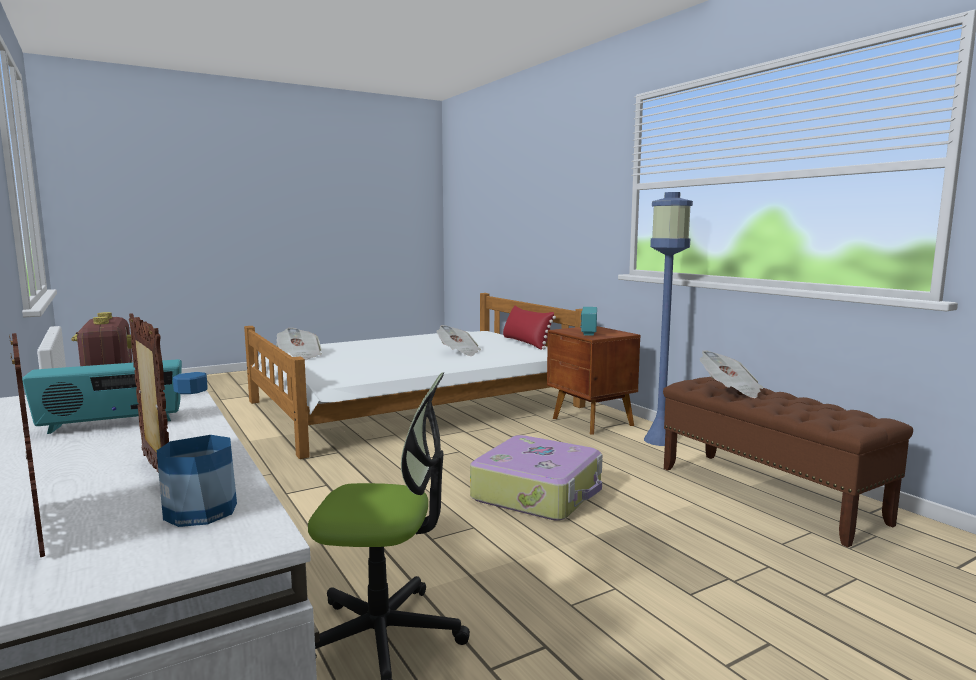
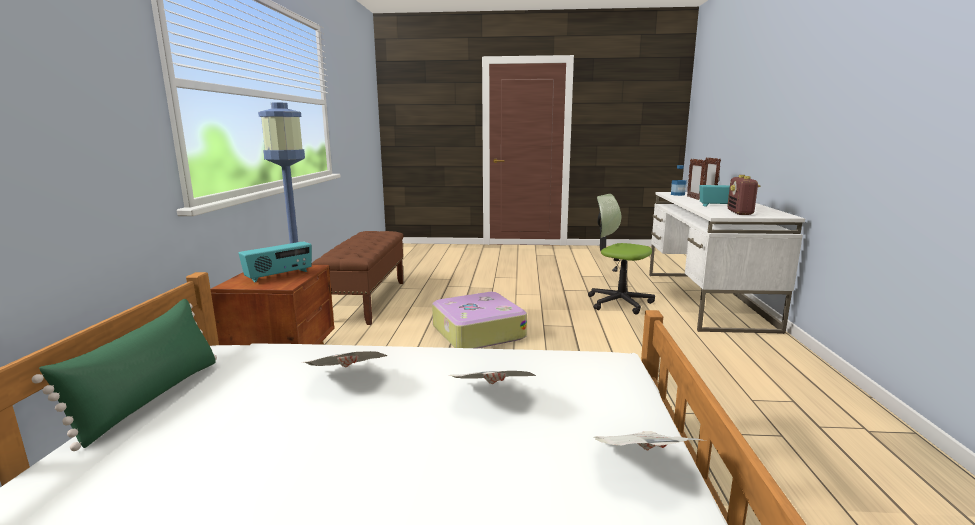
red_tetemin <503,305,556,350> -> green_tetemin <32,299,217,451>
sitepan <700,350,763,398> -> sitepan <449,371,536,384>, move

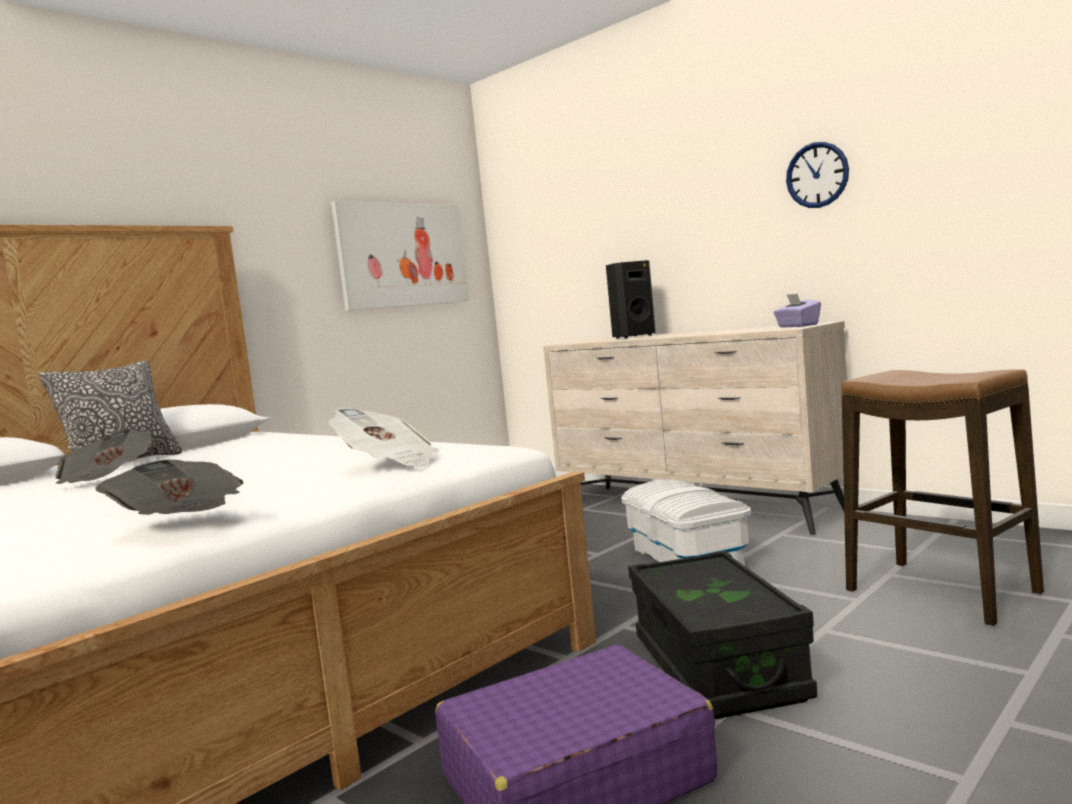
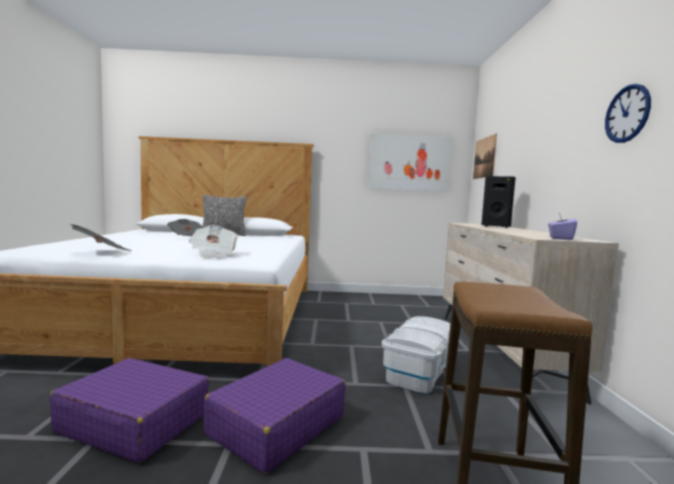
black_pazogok <628,551,817,719> -> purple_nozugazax <204,358,345,474>
none -> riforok <473,134,497,179>

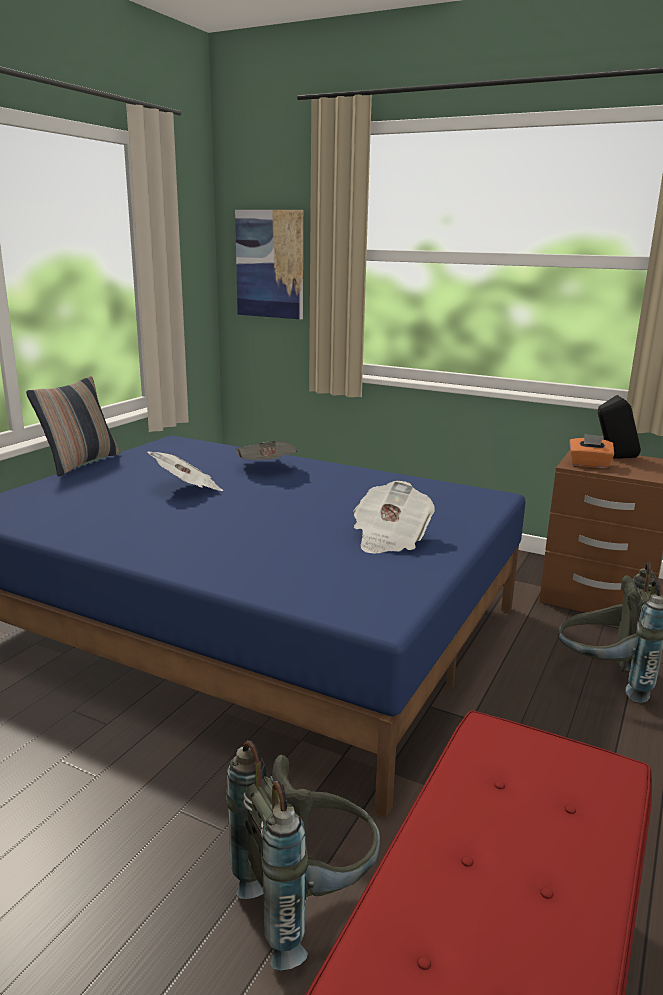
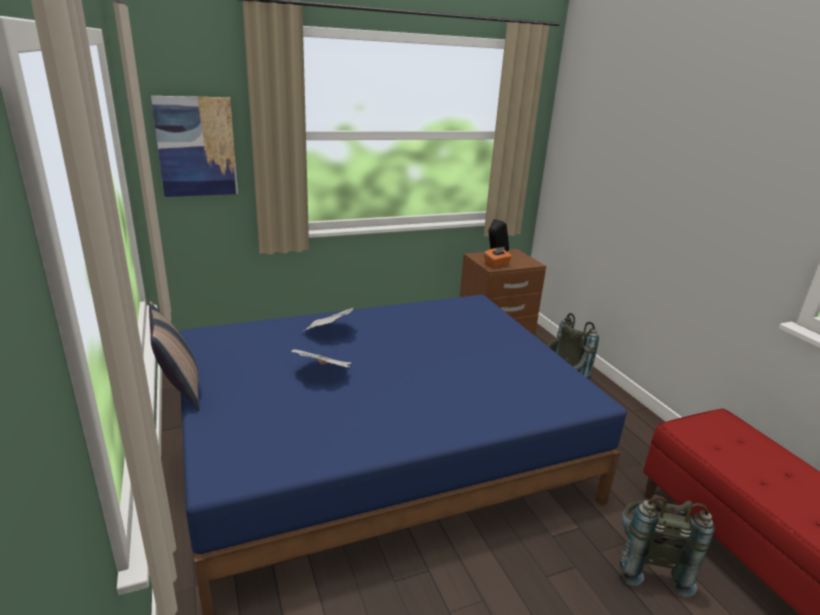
sitepan <353,481,435,553> -> none

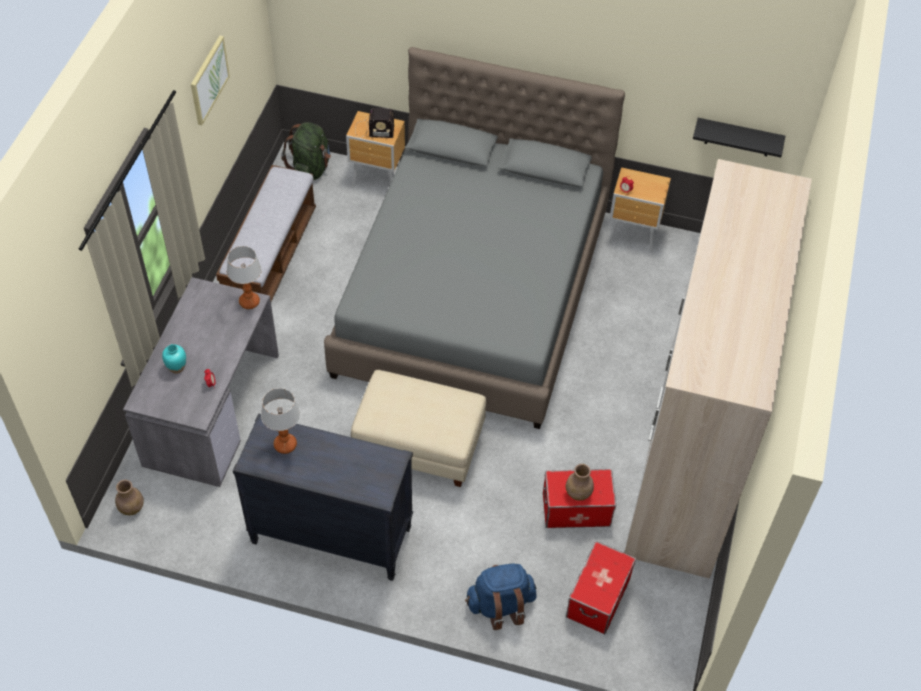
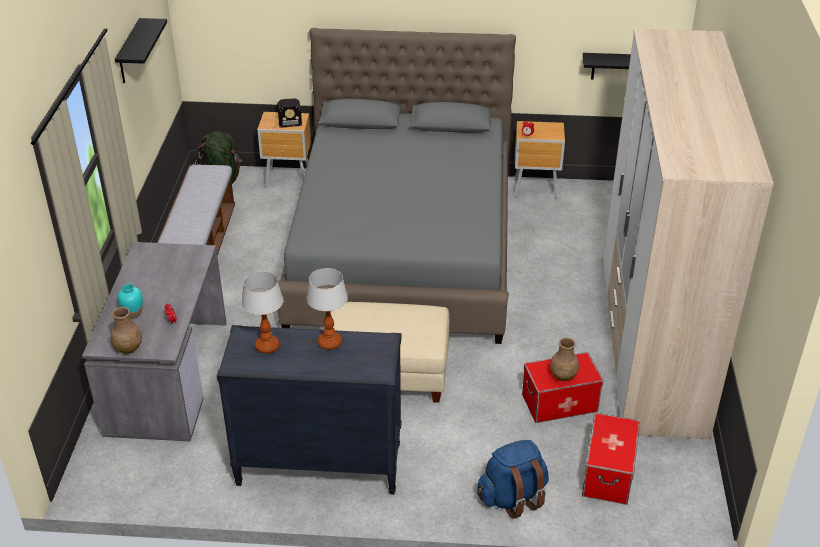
riforok <191,35,230,125> -> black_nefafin <115,18,167,83>
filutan <227,246,262,309> -> filutan <307,268,348,350>, move
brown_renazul <115,480,144,515> -> brown_renazul <110,307,142,354>, move

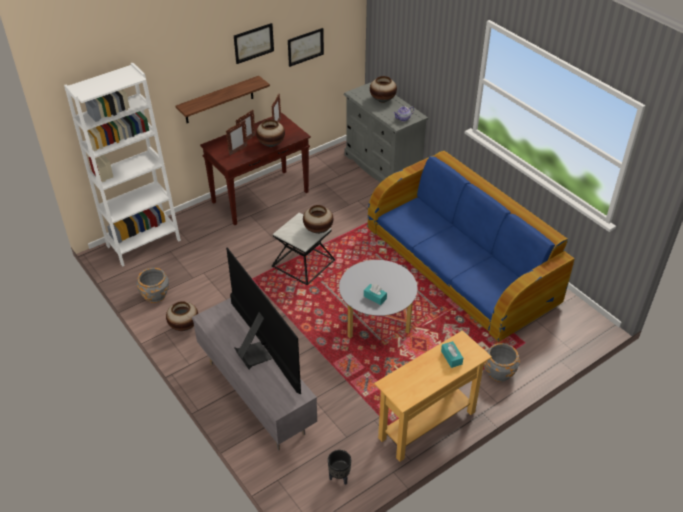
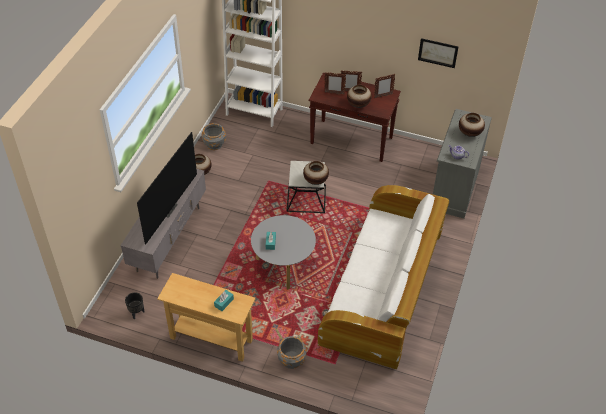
riforok <234,23,274,64> -> none
nefafin <175,76,270,123> -> none
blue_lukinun <368,151,575,342> -> white_lukinun <318,185,449,369>

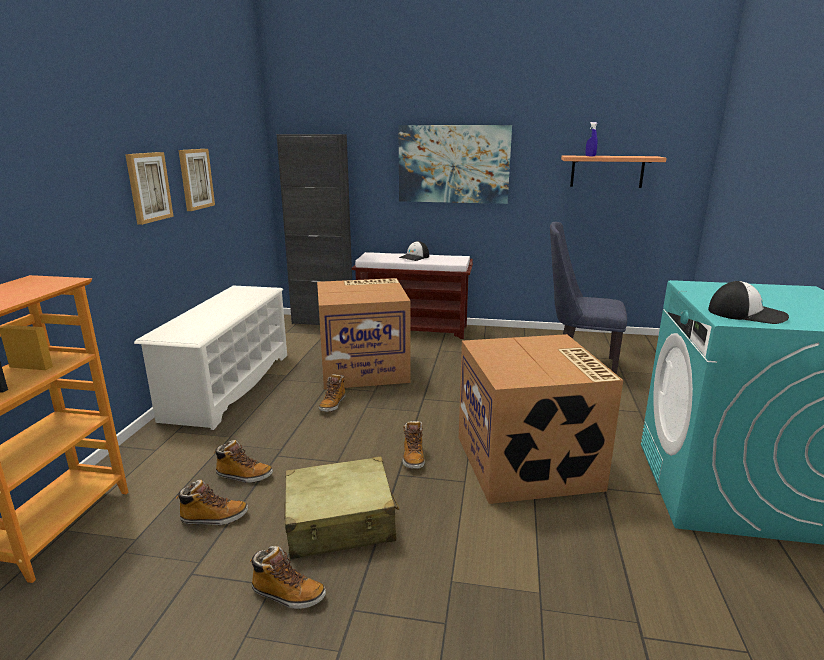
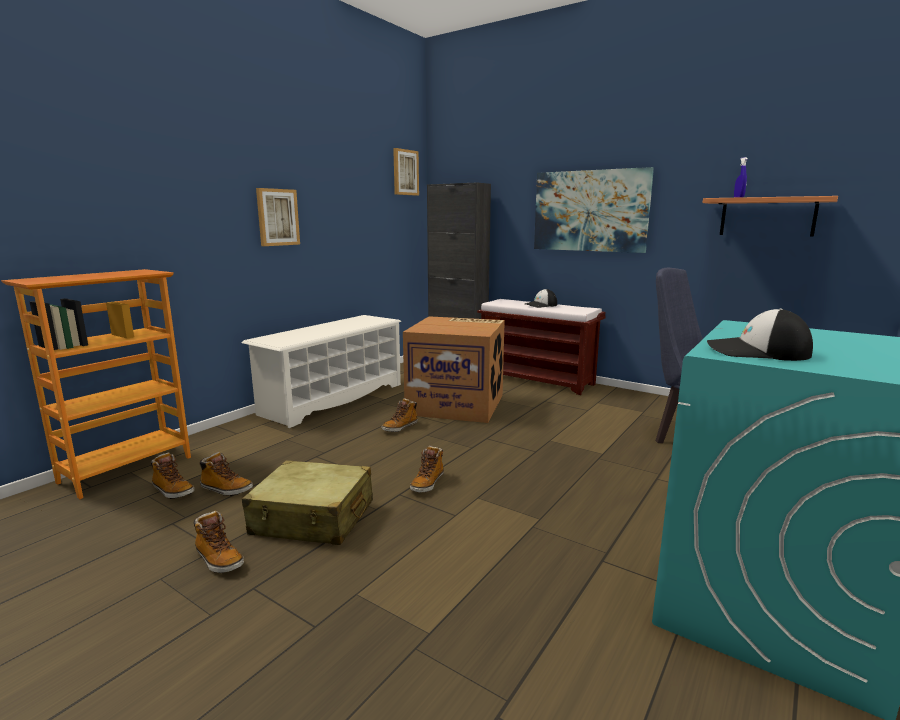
riforok <179,149,215,211> -> riforok <393,148,419,196>, move
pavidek <708,281,789,324> -> pavidek <707,309,813,361>, 150 degrees clockwise
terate <459,334,623,504> -> none
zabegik <214,440,273,483> -> zabegik <151,453,194,499>, move

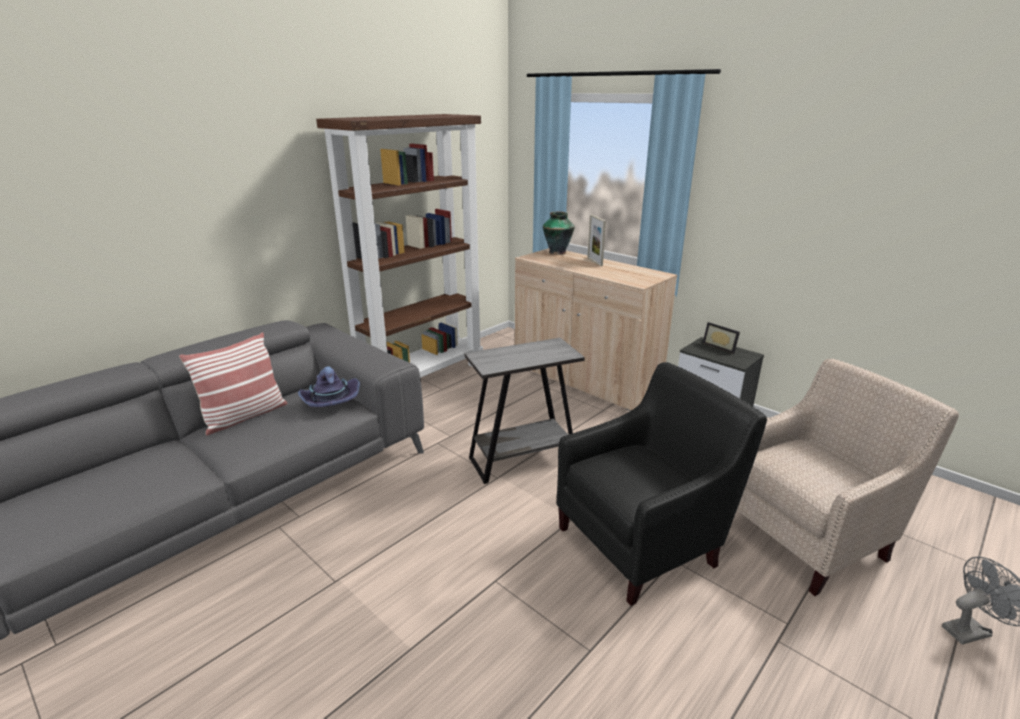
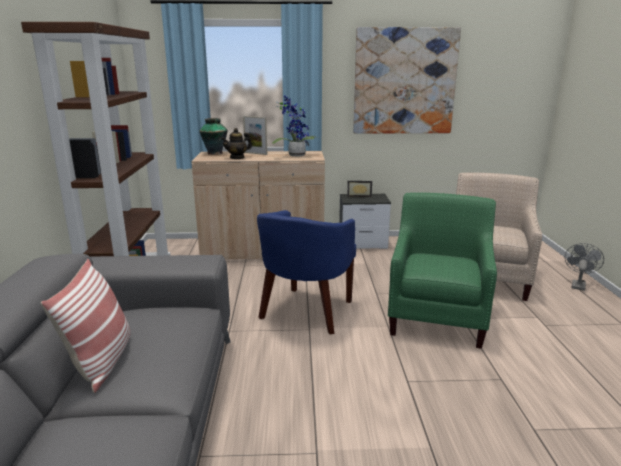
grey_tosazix <465,338,585,484> -> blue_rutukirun <257,210,356,335>
black_rutukirun <556,362,767,606> -> green_rutukirun <388,192,497,349>
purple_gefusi <298,366,360,407> -> none
none -> riforok <353,27,461,134>
none -> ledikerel <272,95,320,157>
none -> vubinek <221,128,252,159>

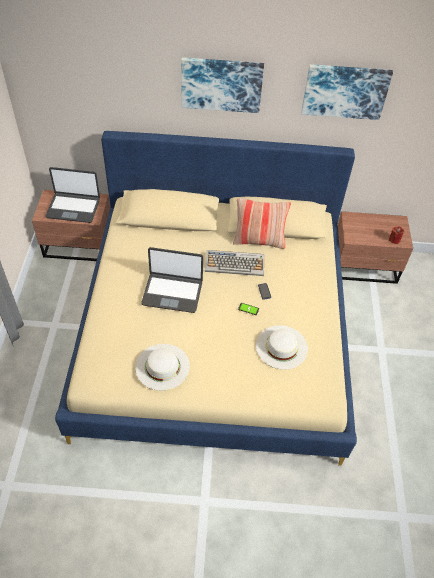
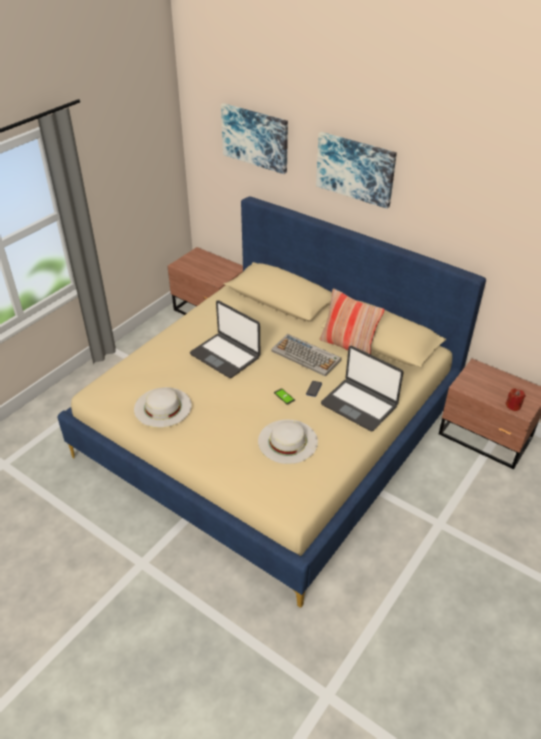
riforok <302,64,393,120> -> riforok <221,103,288,174>, move
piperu <45,167,100,223> -> piperu <321,346,404,431>, move

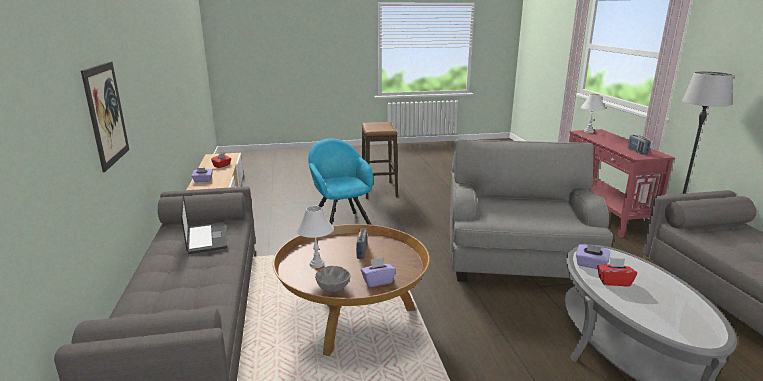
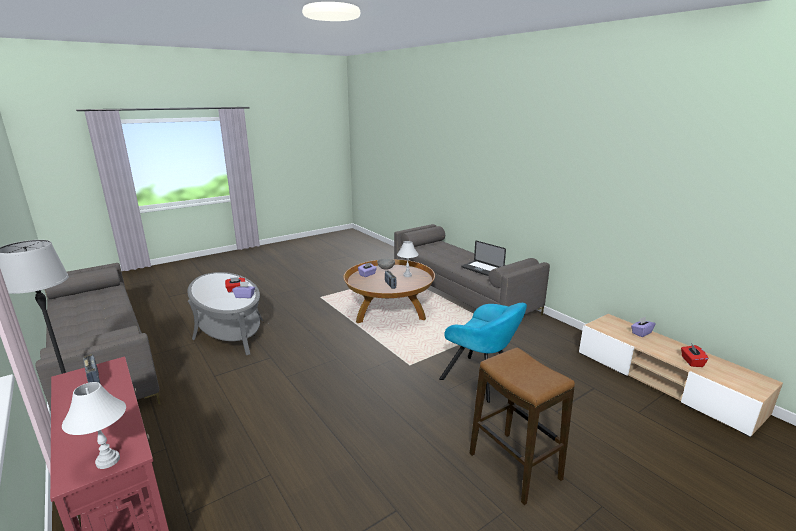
riforok <81,61,129,172> -> none
grey_rutukirun <450,139,613,282> -> none

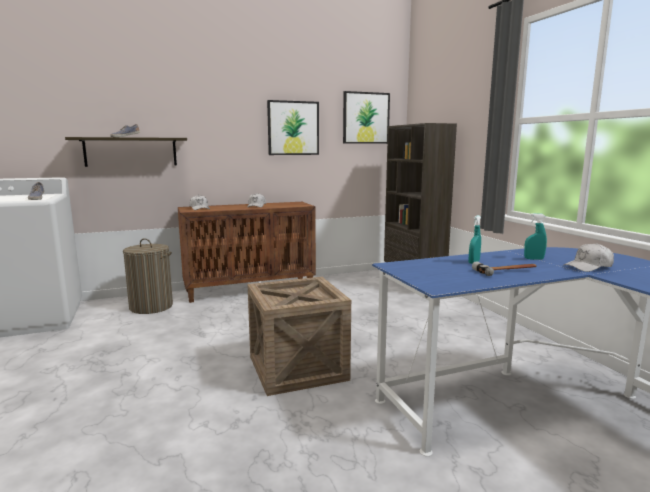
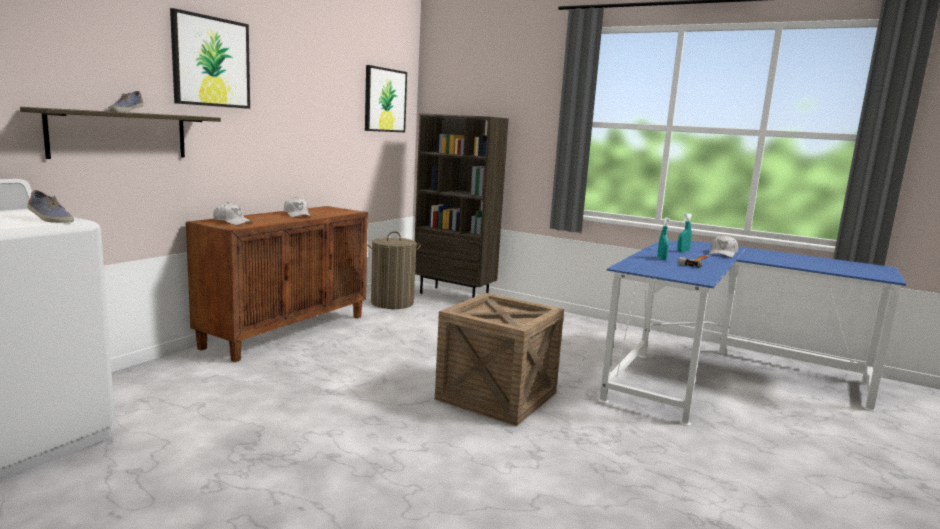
riforok <267,100,319,155> -> riforok <170,8,250,109>, move
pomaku <123,238,173,314> -> pomaku <367,231,421,309>, move

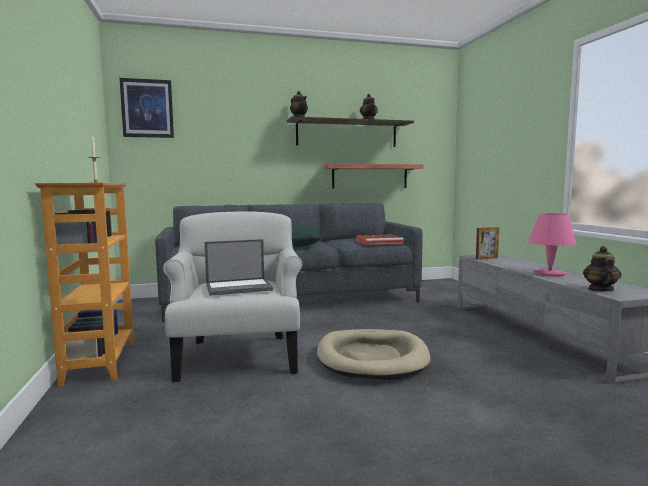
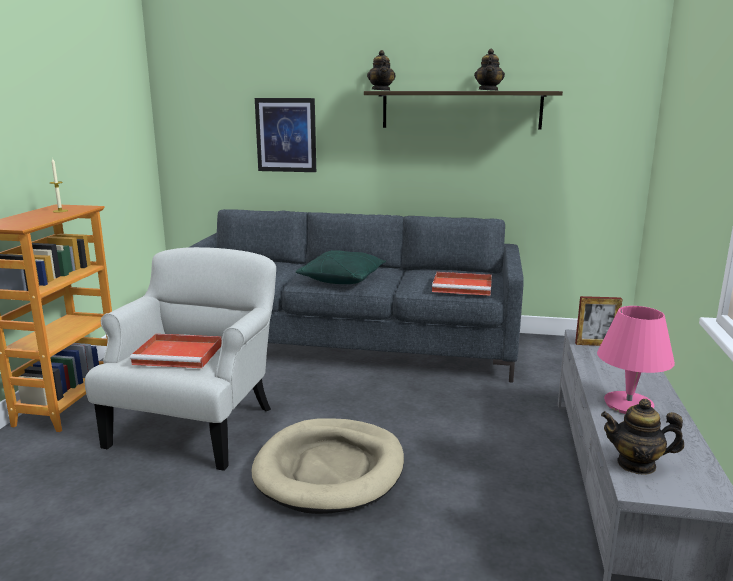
riforok <120,78,174,138> -> riforok <255,98,316,172>, move
nefafin <324,164,424,189> -> none
piperu <205,239,273,296> -> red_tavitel <130,334,222,368>
vubinek <583,246,621,291> -> vubinek <601,399,684,475>, 120 degrees counterclockwise

